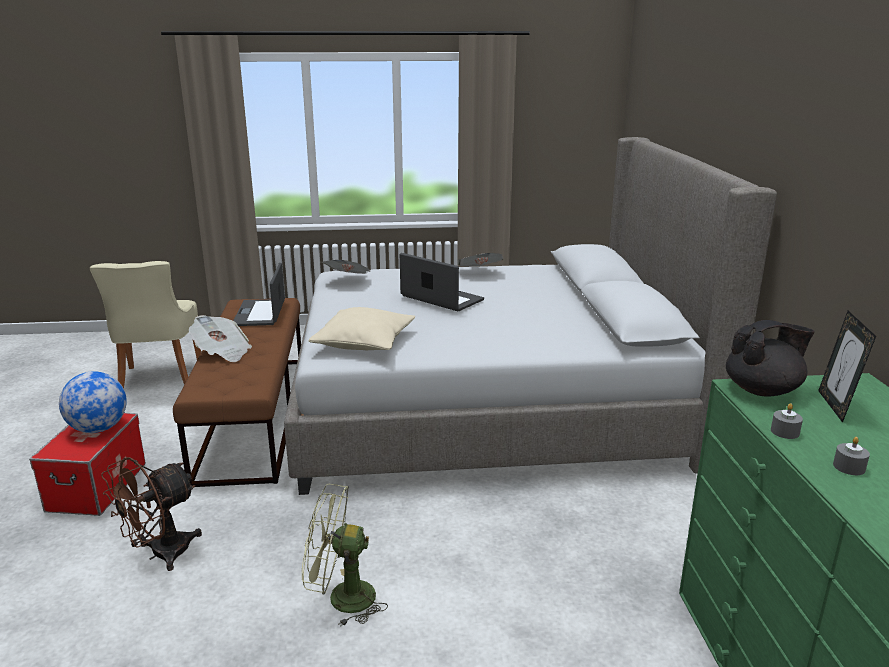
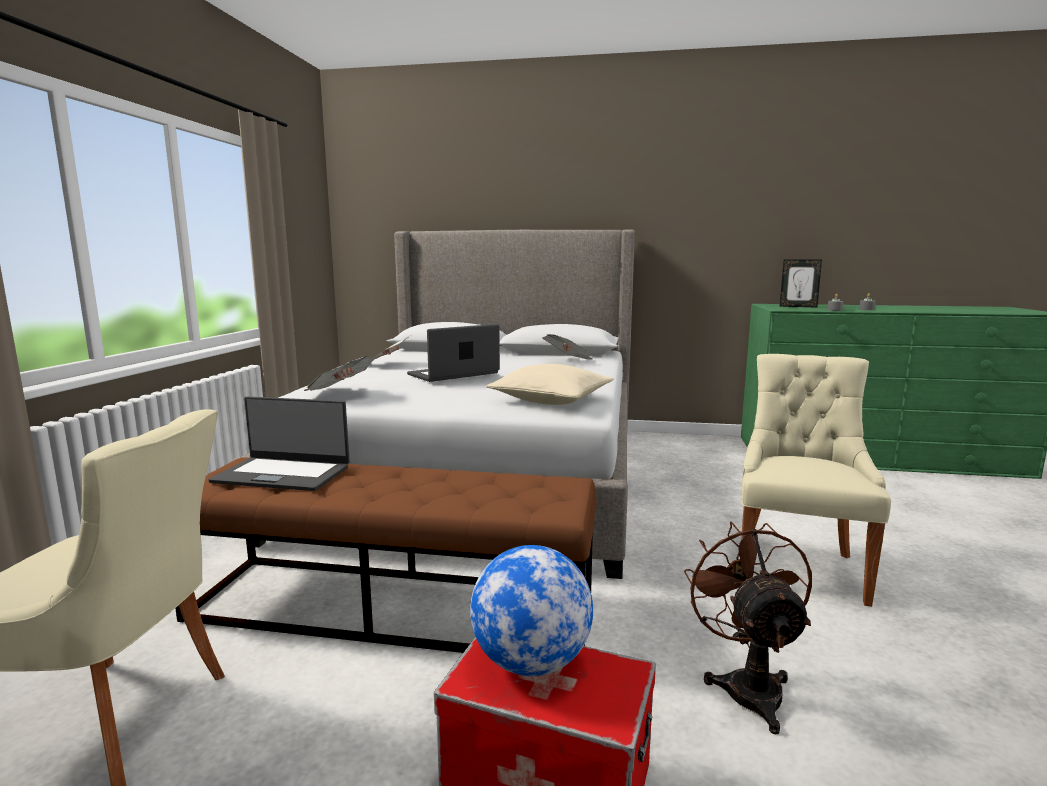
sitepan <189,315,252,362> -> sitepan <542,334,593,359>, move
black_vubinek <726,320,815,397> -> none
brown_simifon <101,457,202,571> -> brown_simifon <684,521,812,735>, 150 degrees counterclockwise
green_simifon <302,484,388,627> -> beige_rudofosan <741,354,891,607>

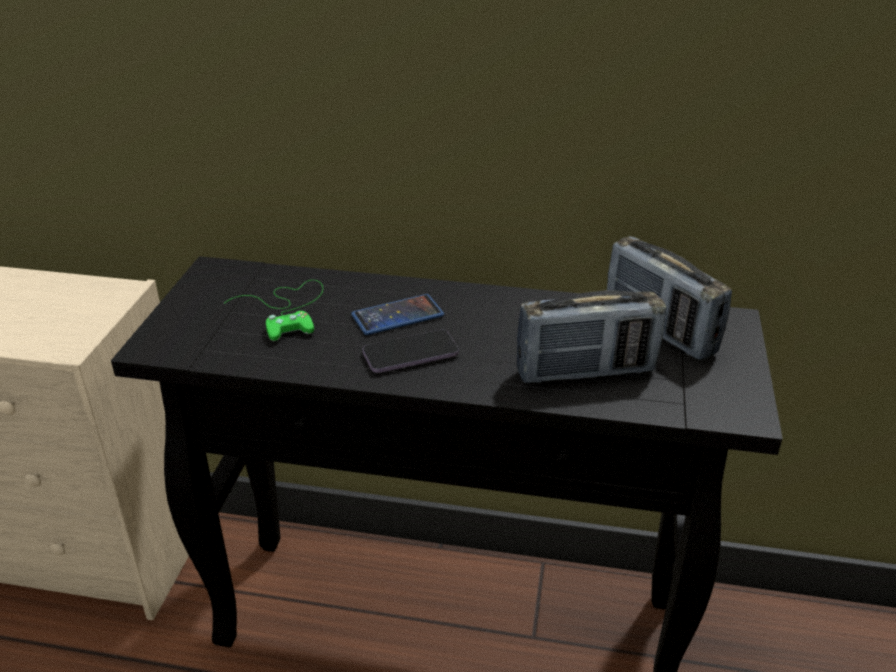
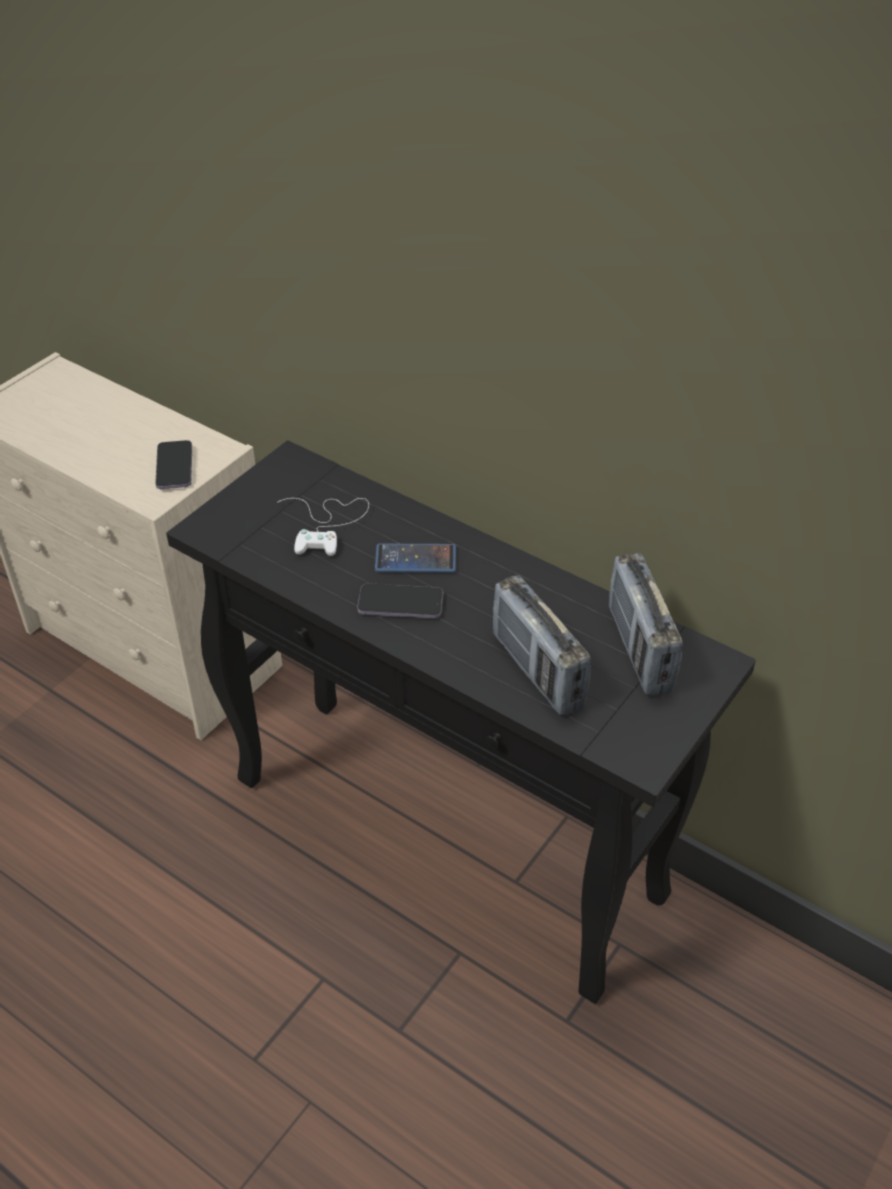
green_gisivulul <224,280,323,341> -> white_gisivulul <277,498,369,556>
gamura <517,290,666,383> -> gamura <493,575,591,716>, 45 degrees clockwise
none -> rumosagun <155,440,192,489>

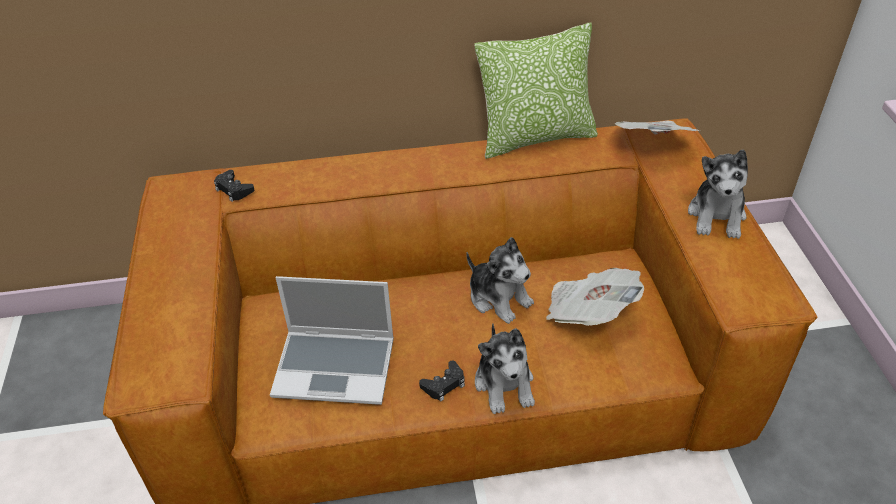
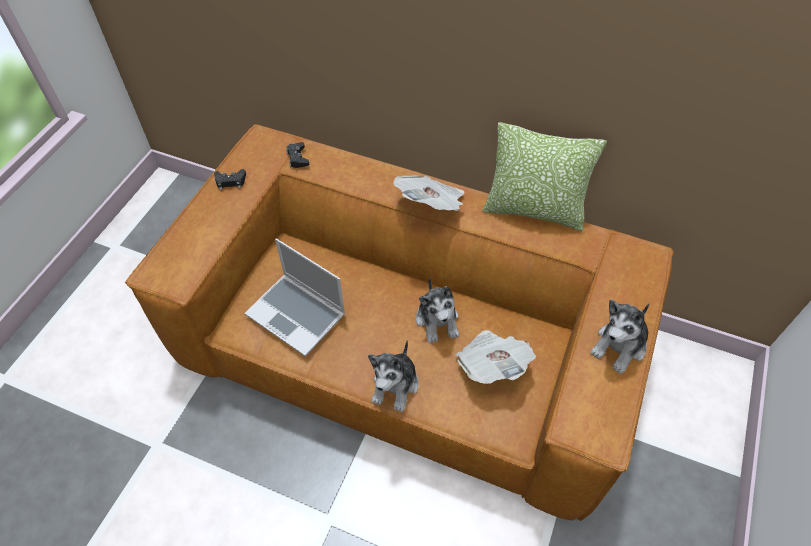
sitepan <614,120,700,135> -> sitepan <393,175,465,211>, move
black_gisivulul <419,360,465,402> -> black_gisivulul <214,169,246,190>, move

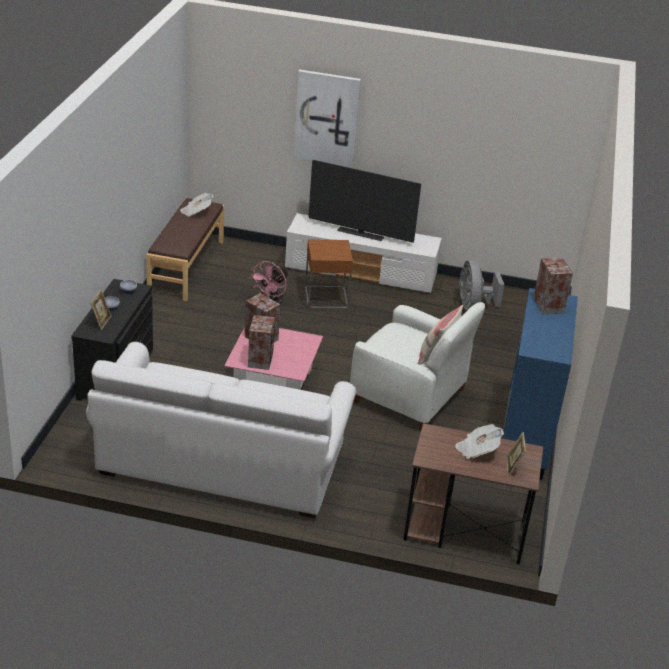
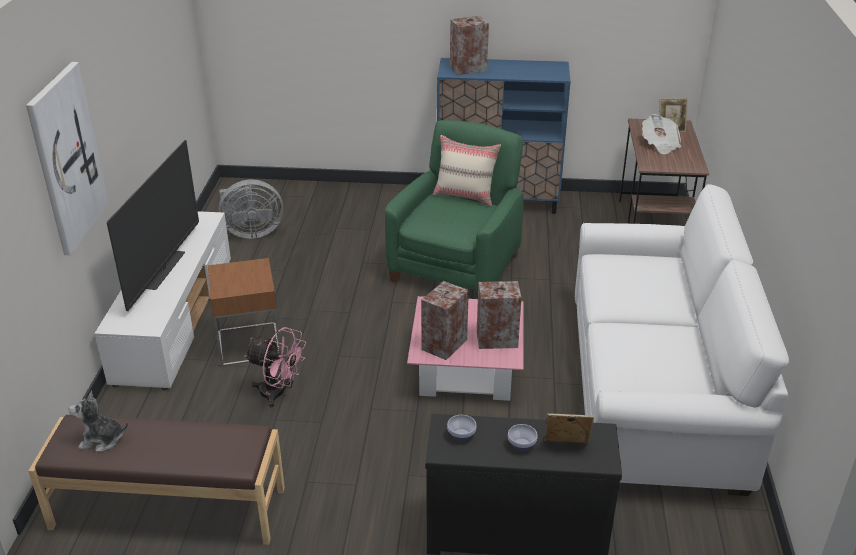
sitepan <180,193,214,217> -> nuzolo <69,391,129,452>
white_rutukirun <350,302,485,431> -> green_rutukirun <385,120,524,298>

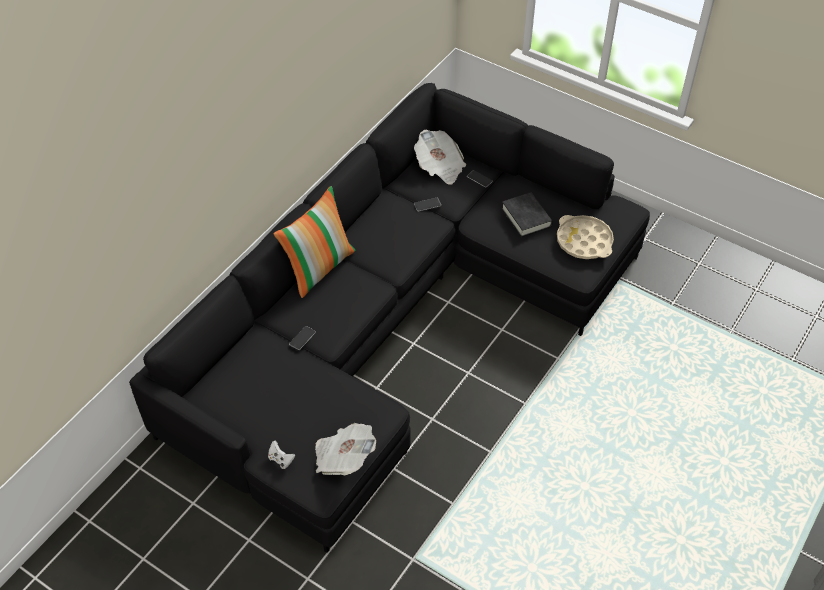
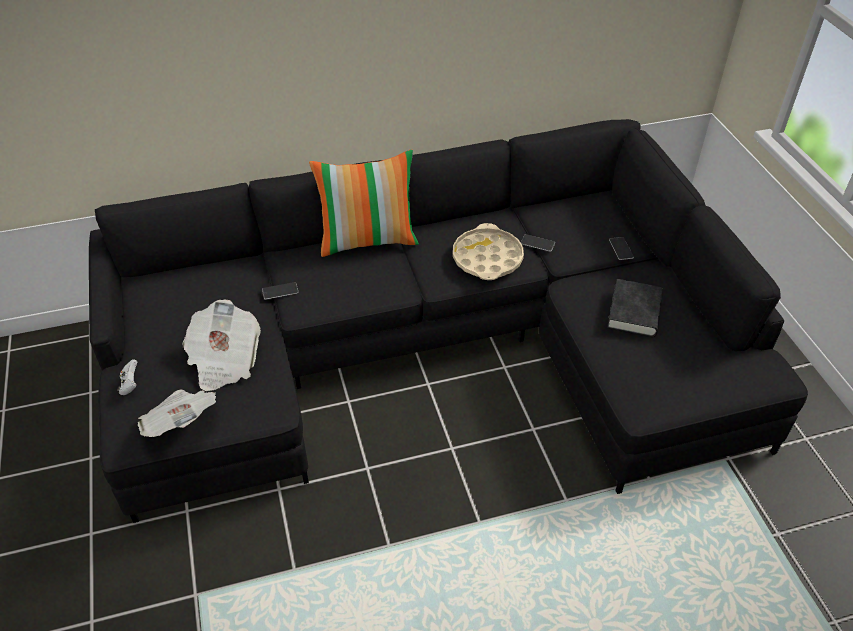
sitepan <414,129,466,185> -> sitepan <183,299,261,391>, move
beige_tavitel <557,215,614,259> -> beige_tavitel <453,223,524,280>, move

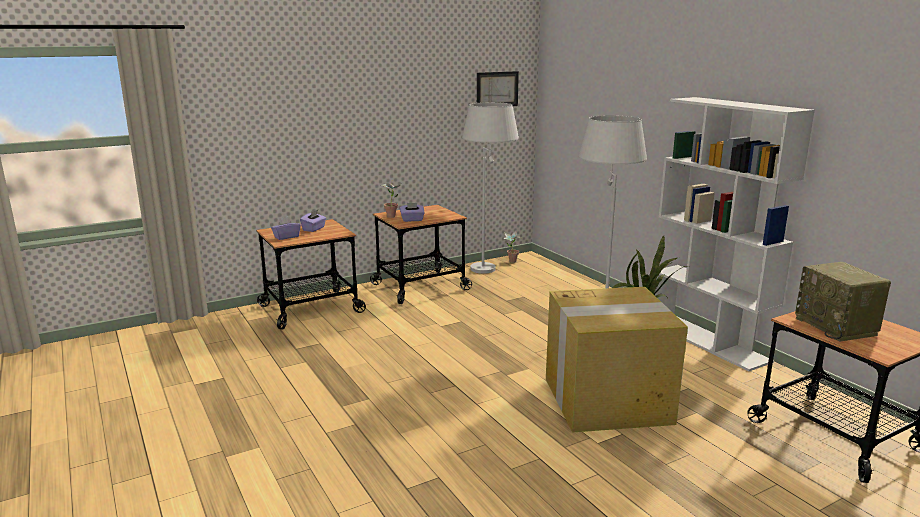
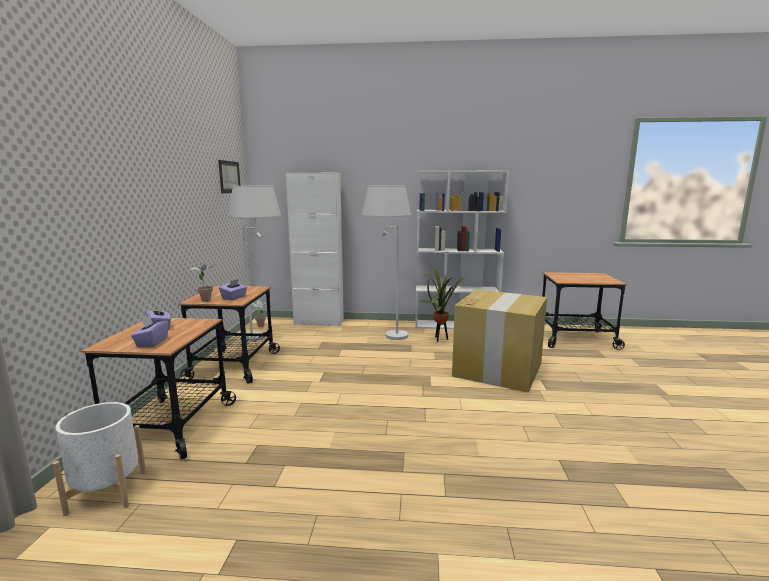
gamura <795,262,891,342> -> none
none -> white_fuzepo <286,173,344,326>
none -> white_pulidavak <53,402,146,516>

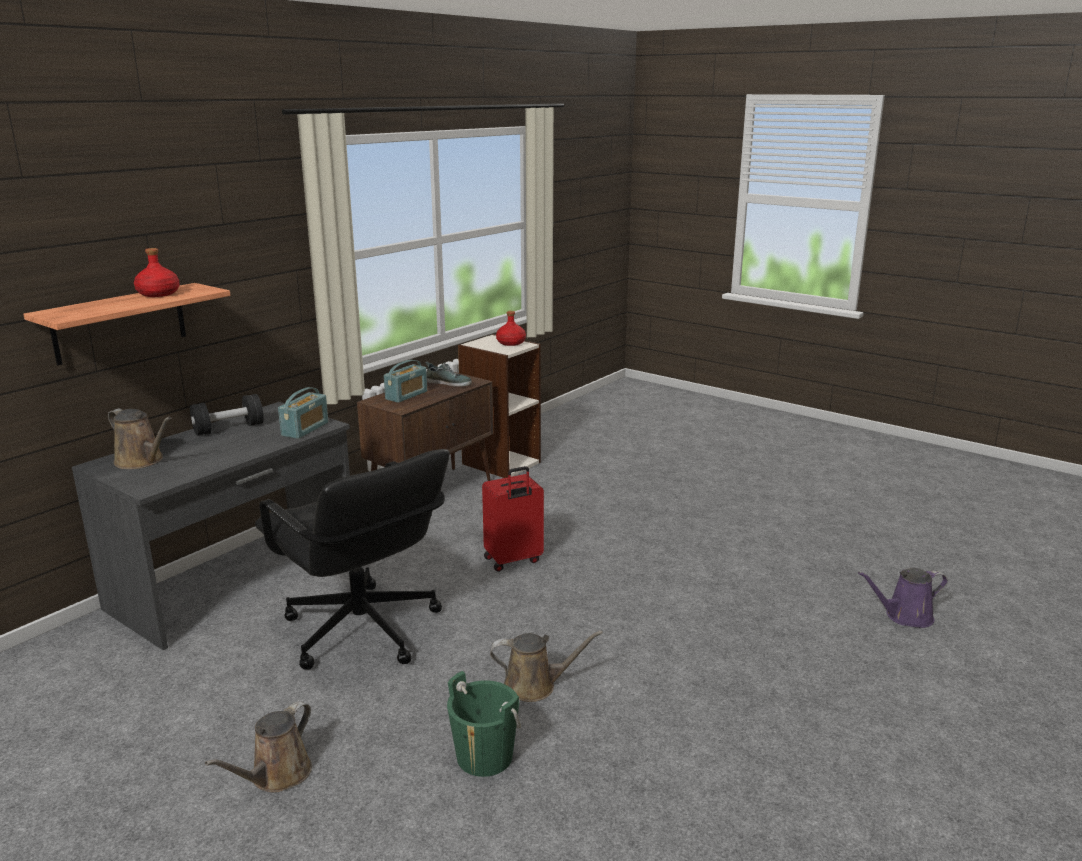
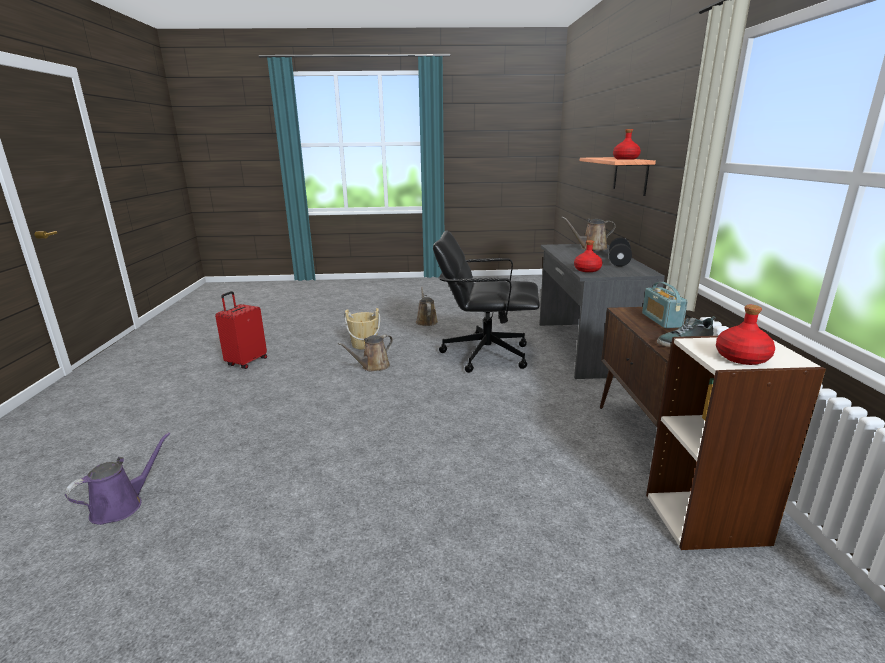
gamura <278,387,328,439> -> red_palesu <574,240,602,272>
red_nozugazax <482,466,544,572> -> red_nozugazax <215,291,267,369>, move
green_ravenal <447,671,521,777> -> beige_ravenal <344,308,380,350>

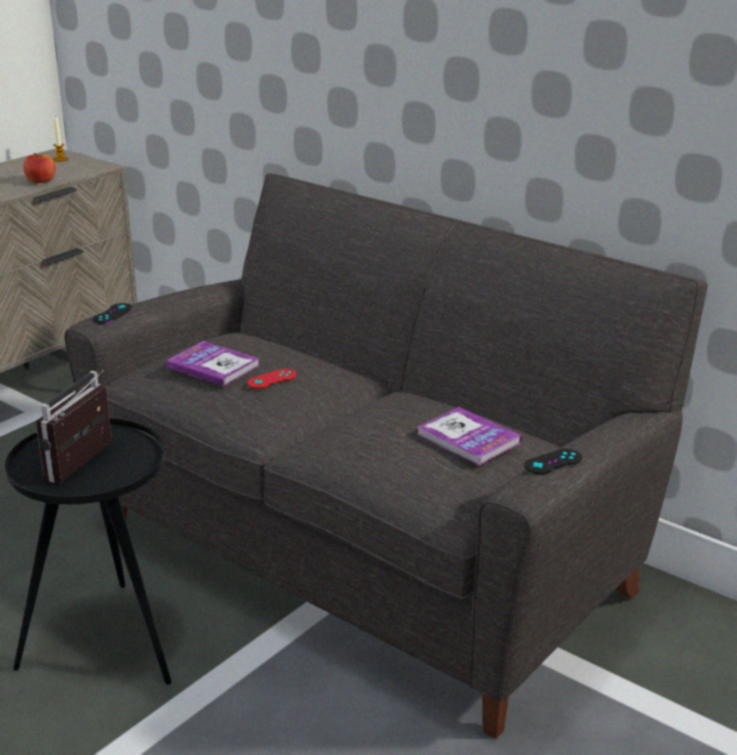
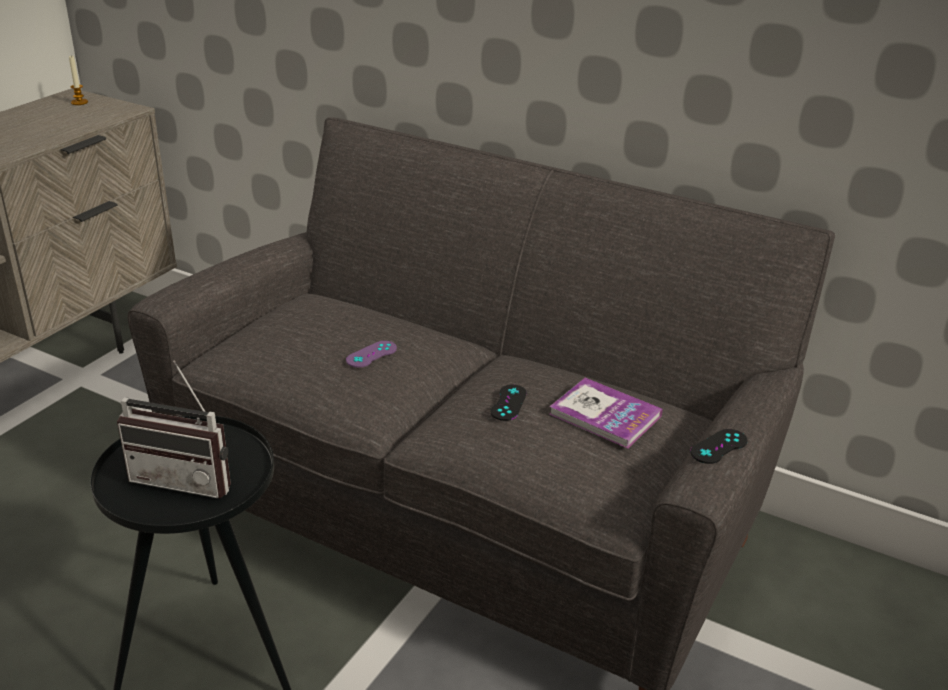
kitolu <23,153,56,183> -> none
black_gisivulul <92,303,132,324> -> black_gisivulul <491,384,527,421>, move
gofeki <166,341,260,386> -> none
red_gisivulul <247,369,296,389> -> purple_gisivulul <346,341,397,368>
gamura <36,370,112,483> -> gamura <117,360,231,498>, 90 degrees counterclockwise

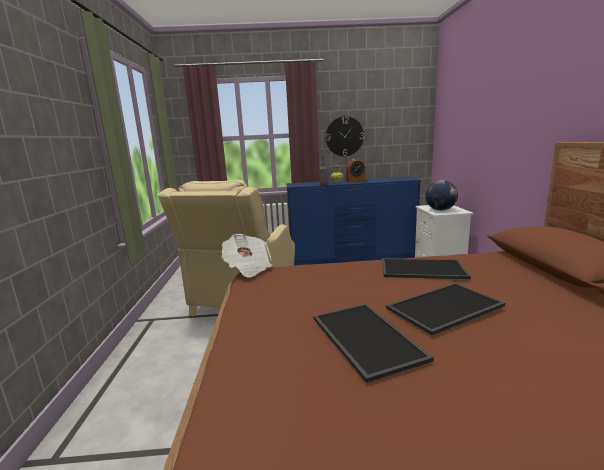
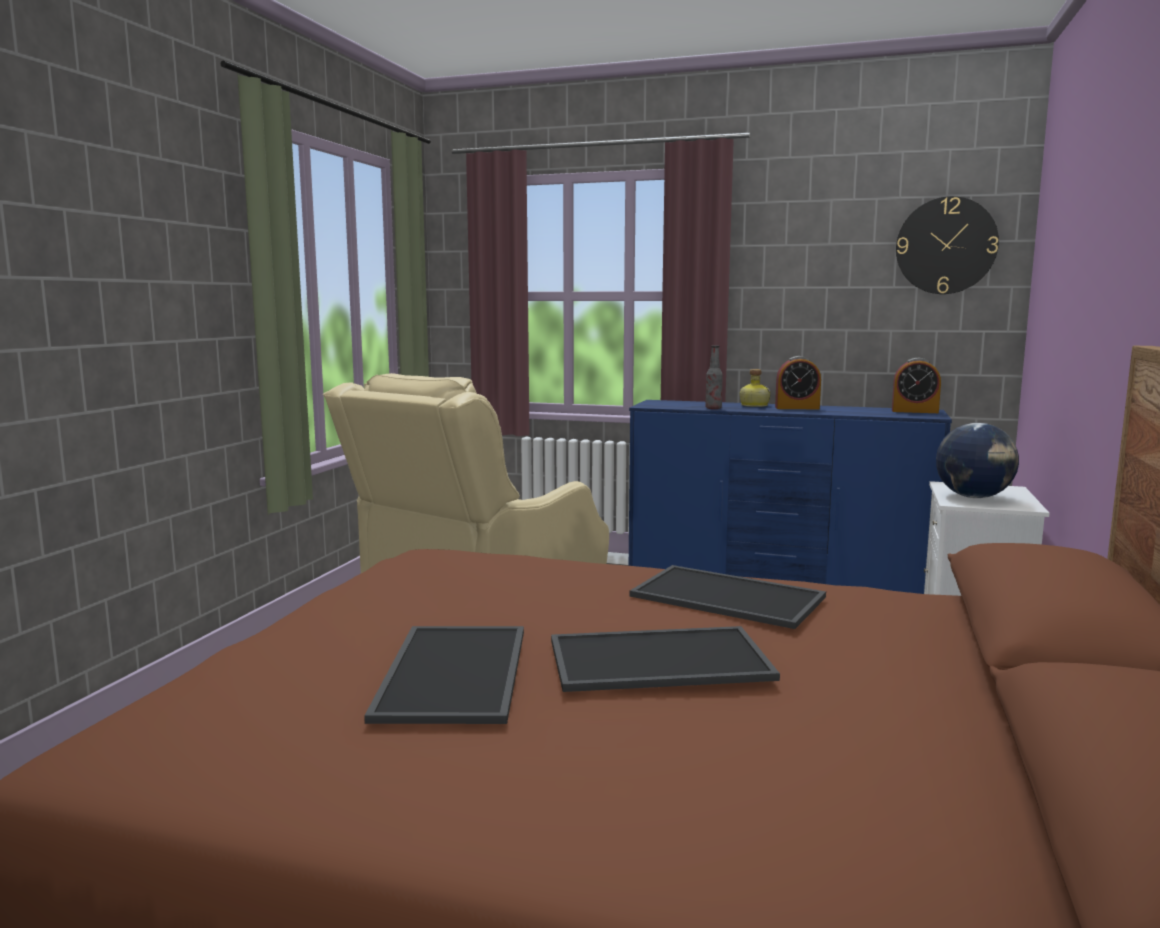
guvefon <326,116,364,156> -> guvefon <896,196,999,294>, move
sitepan <222,234,272,277> -> none
none -> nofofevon <892,358,941,413>

